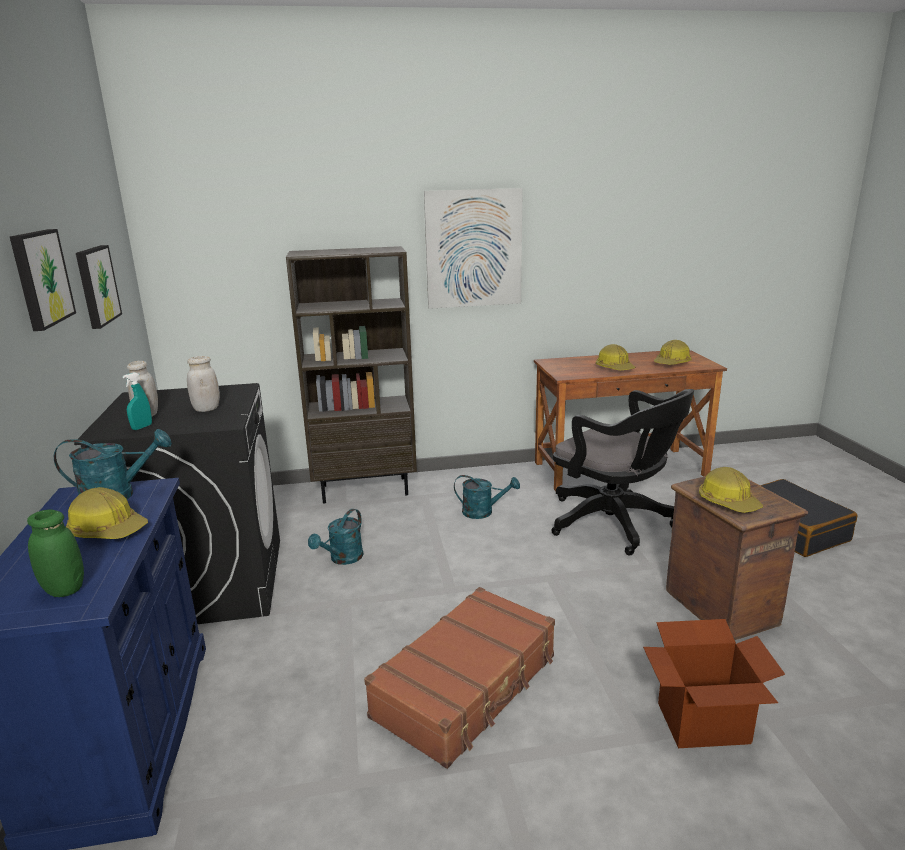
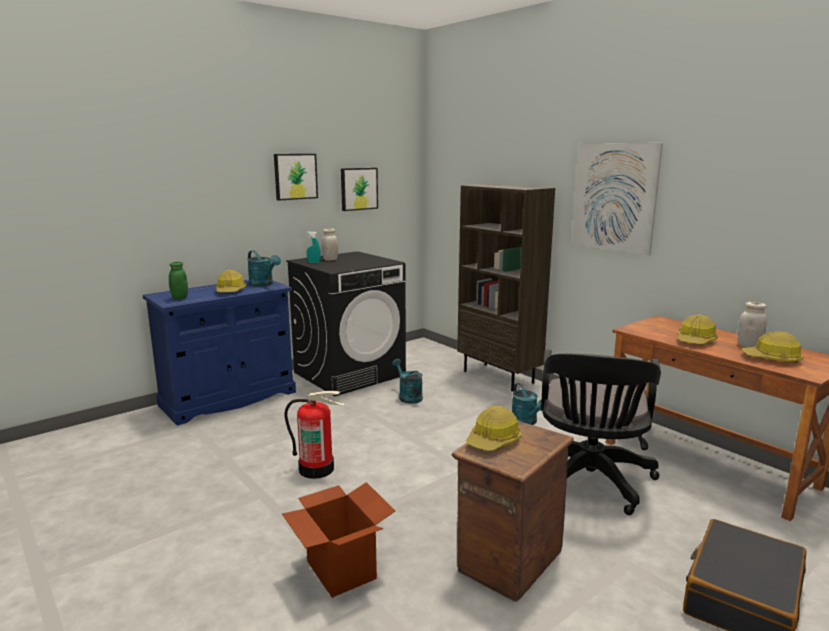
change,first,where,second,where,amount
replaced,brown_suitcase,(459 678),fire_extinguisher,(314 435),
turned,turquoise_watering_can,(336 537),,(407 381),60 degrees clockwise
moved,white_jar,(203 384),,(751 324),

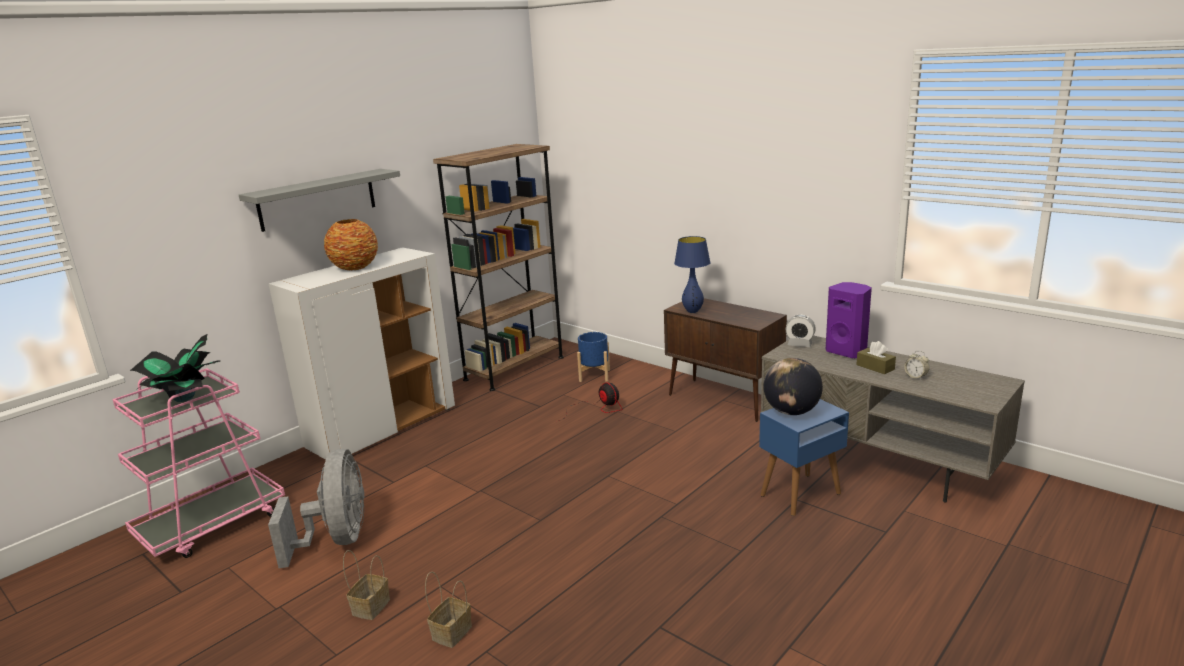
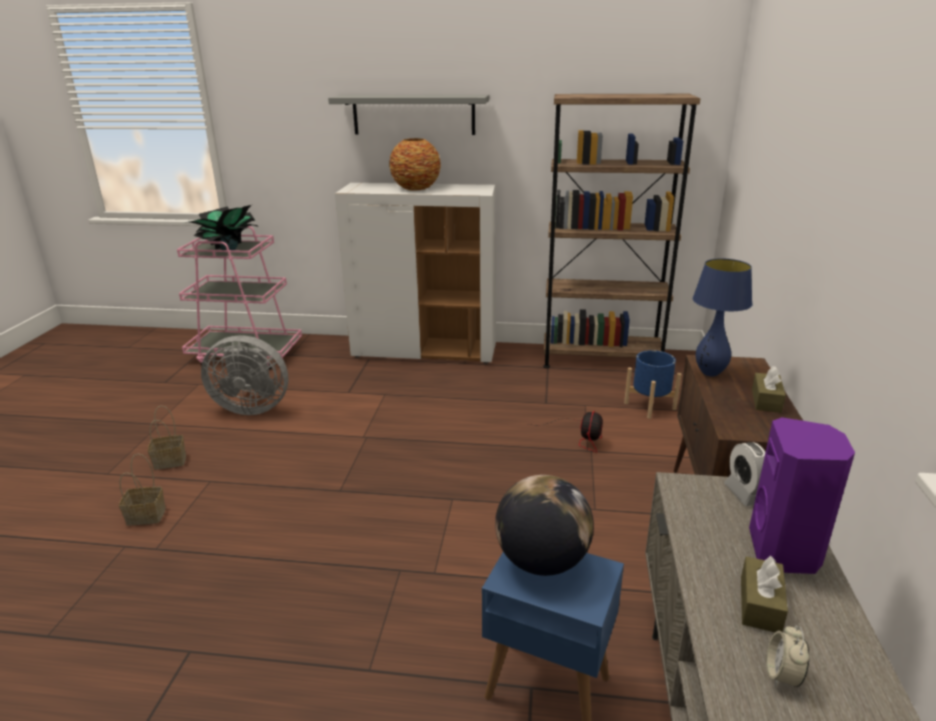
change,first,where,second,where,amount
turned,grey_fan,(316 508),,(245 375),45 degrees clockwise
added,,,brown_tissue_box,(769 389),

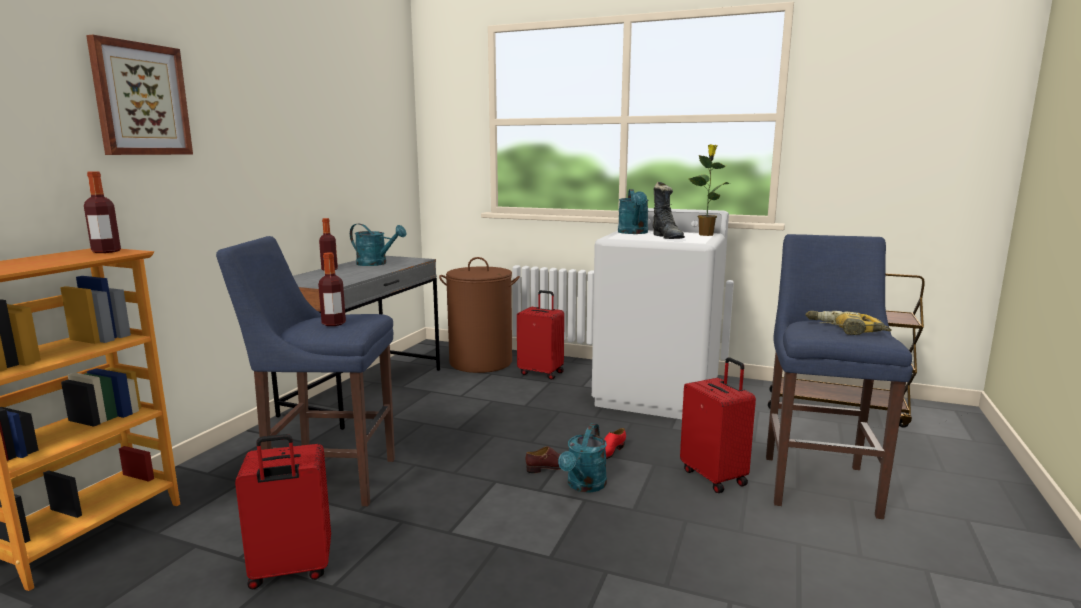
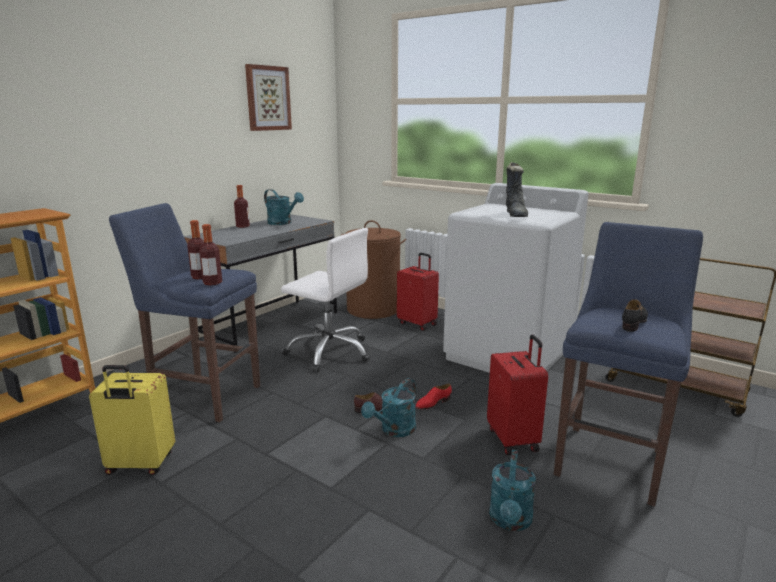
change,first,where,second,where,amount
recoloured,red_suitcase,(283 511),yellow_suitcase,(132 420),
moved,bottle,(102 212),,(210 254),
moved,picture,(139 95),,(268 97),
added,,,white_office_chair,(325 300),
moved,turquoise_watering_can,(633 211),,(512 490),
replaced,power_drill,(848 323),black_shoe,(635 315),
removed,potted_plant,(709 190),,,

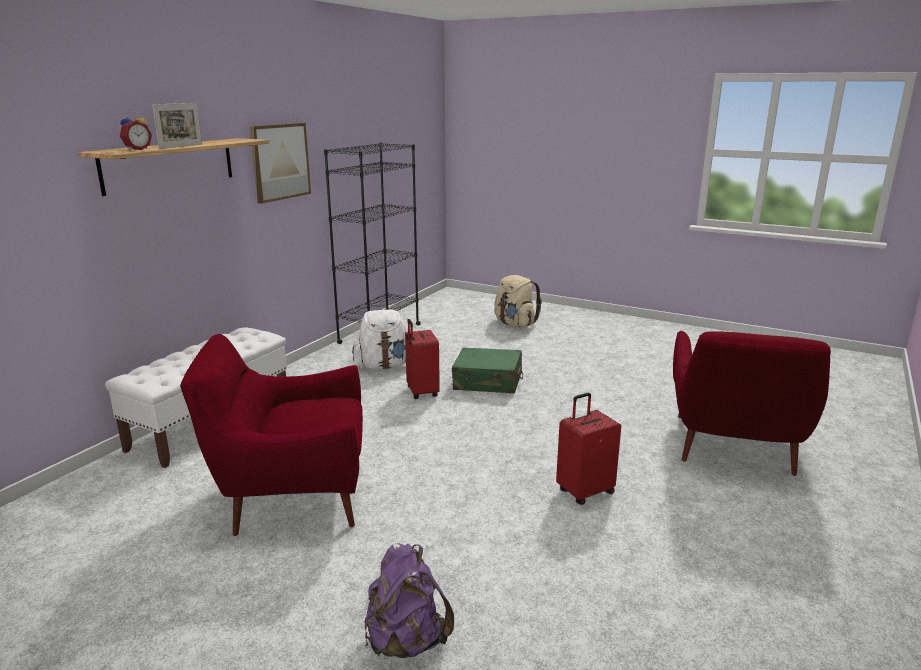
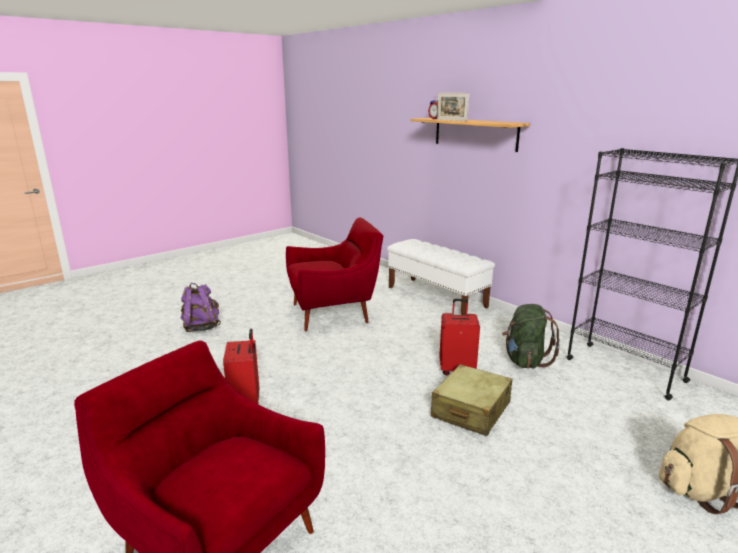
change,first,where,second,where,amount
turned,red_armchair,(271 435),,(335 274),60 degrees clockwise
recoloured,green_suitcase,(487 370),beige_suitcase,(471 400),
recoloured,white_backpack,(379 340),green_backpack,(531 336),
removed,picture,(280 163),,,

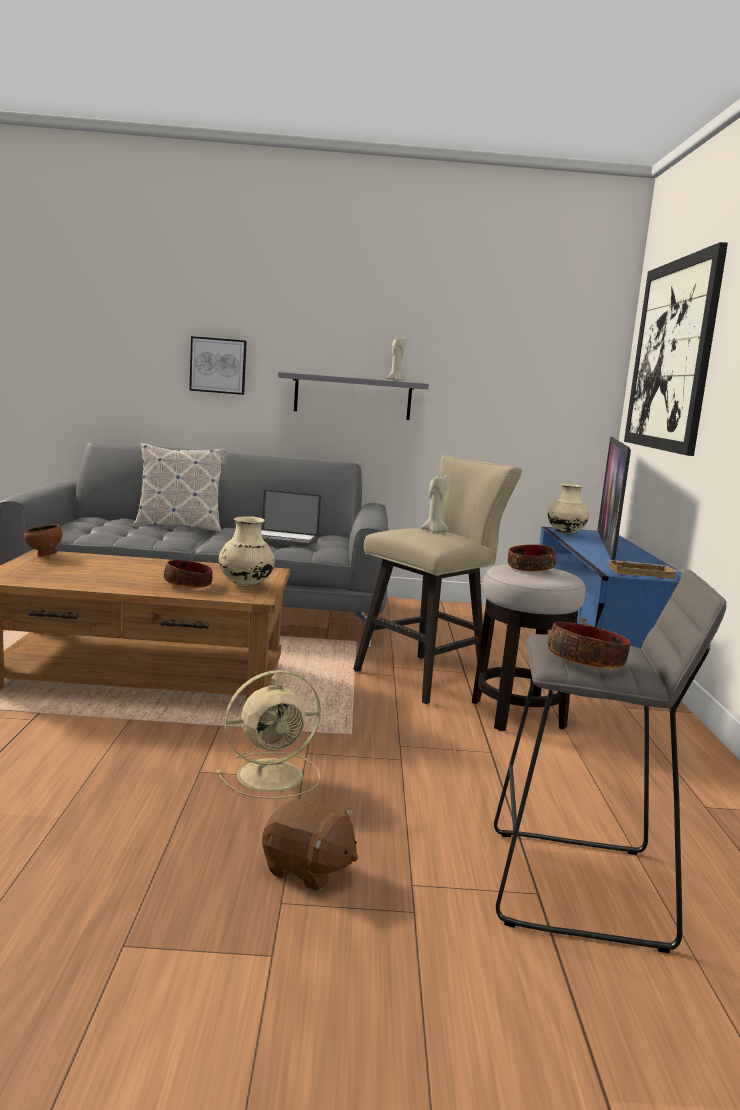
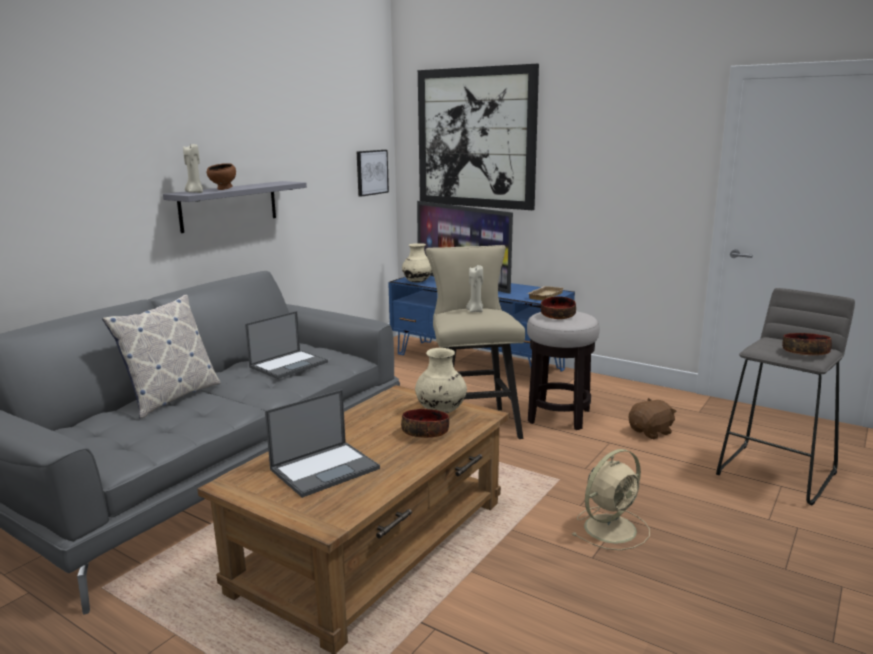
change,first,where,second,where,amount
moved,beige_candle,(396 359),,(193 168),
moved,brown_bowl,(43 540),,(221 176),
added,,,laptop,(322 443),
moved,picture,(218 365),,(373 173),
turned,beige_fan,(268 734),,(611 499),45 degrees clockwise
moved,brown_plush_toy,(310 844),,(653 418),

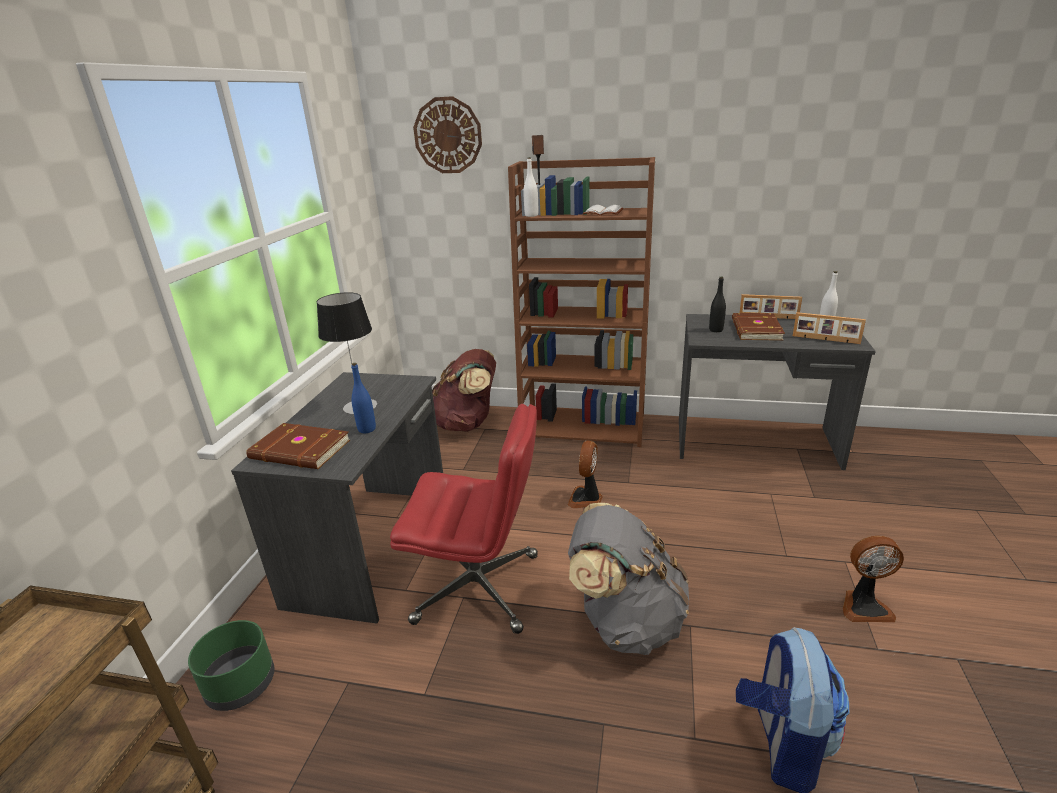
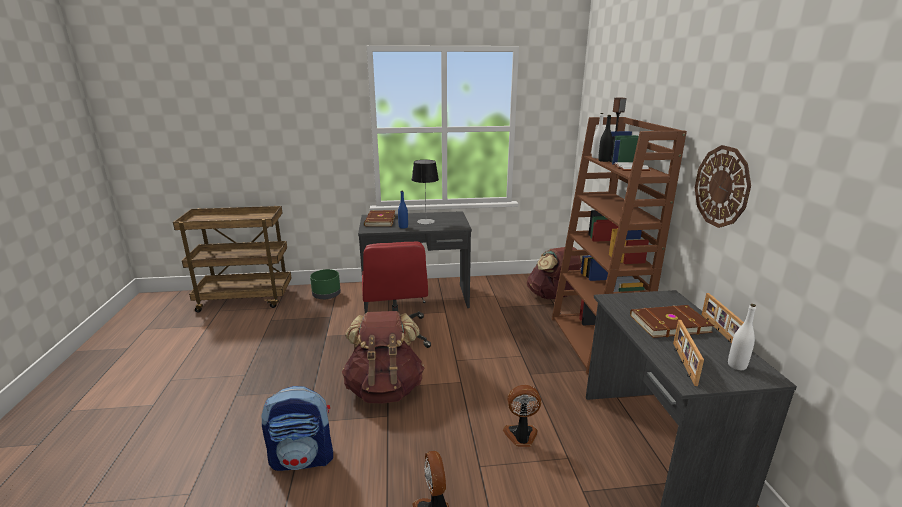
change,first,where,second,where,amount
recoloured,grey_backpack,(628 579),brown_backpack,(383 357),
moved,fan,(585 474),,(522 416),
moved,black_bottle,(717 304),,(605 138),
moved,wall_clock,(447 134),,(723 186),

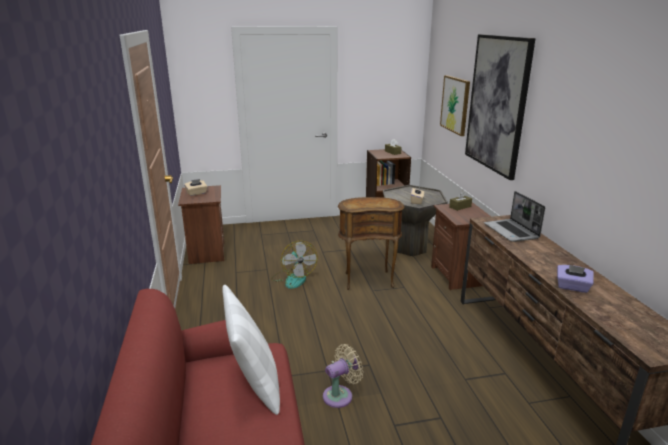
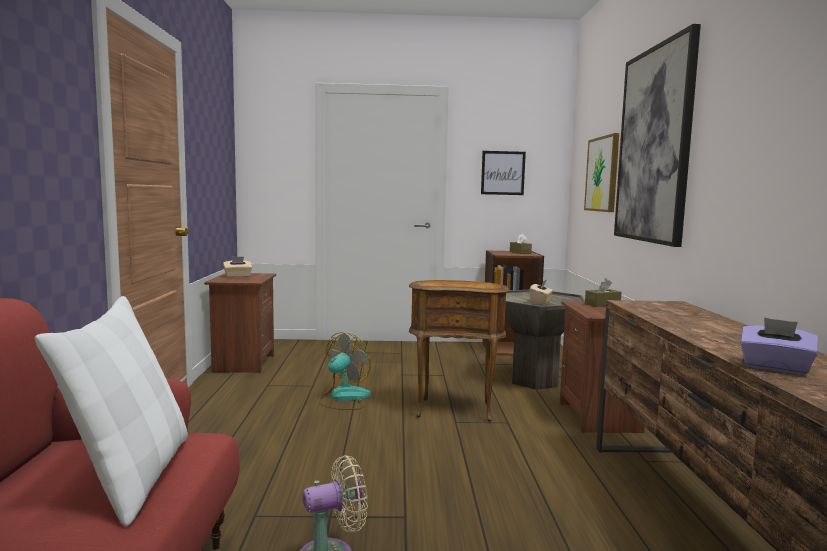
change,first,where,second,where,amount
turned,fan,(294 265),,(344 371),135 degrees counterclockwise
added,,,picture,(503 173),
removed,laptop,(514 216),,,

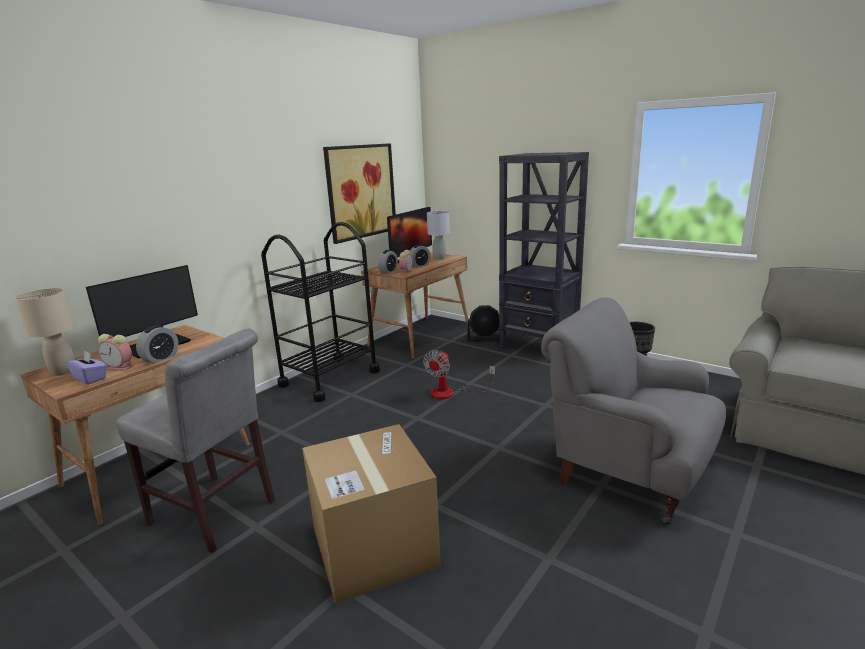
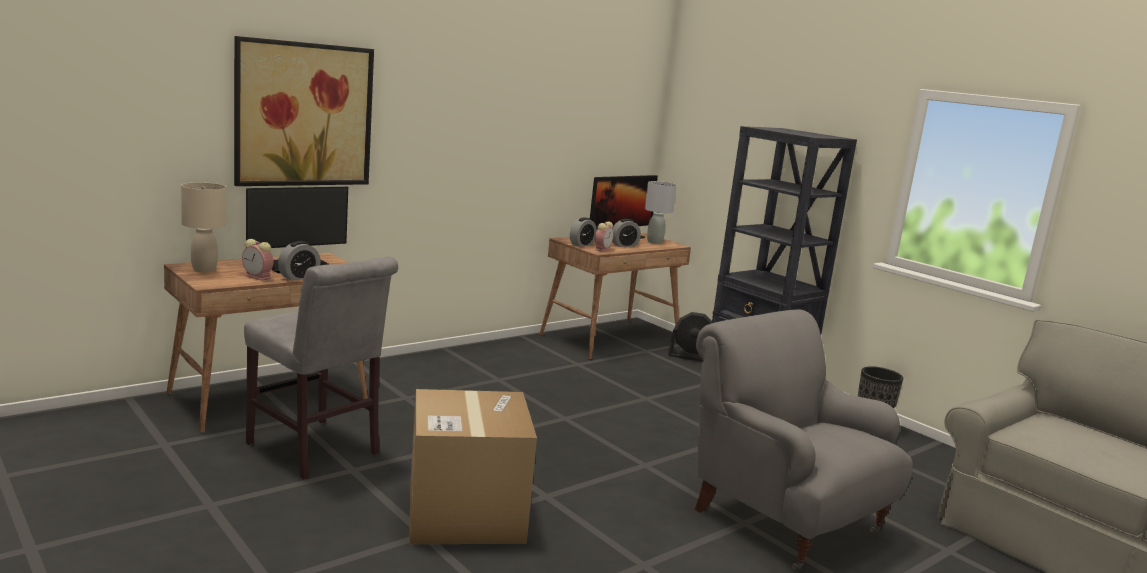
change,first,where,second,where,amount
moved,picture,(359 193),,(304 111),
removed,purple_tissue_box,(86 368),,,
removed,black_cart,(320 312),,,
removed,fan,(459 374),,,

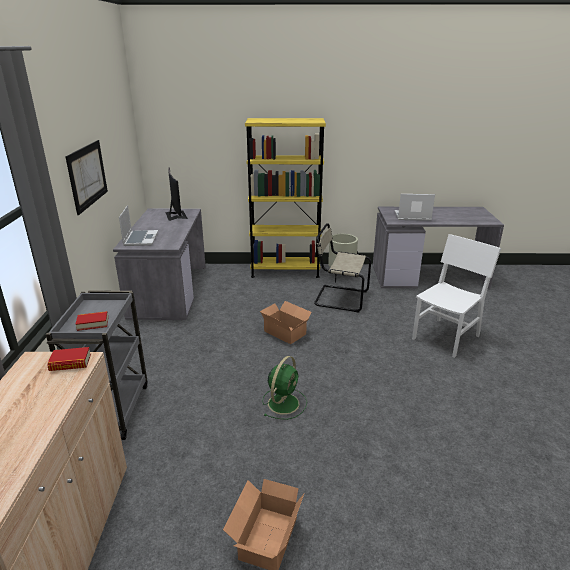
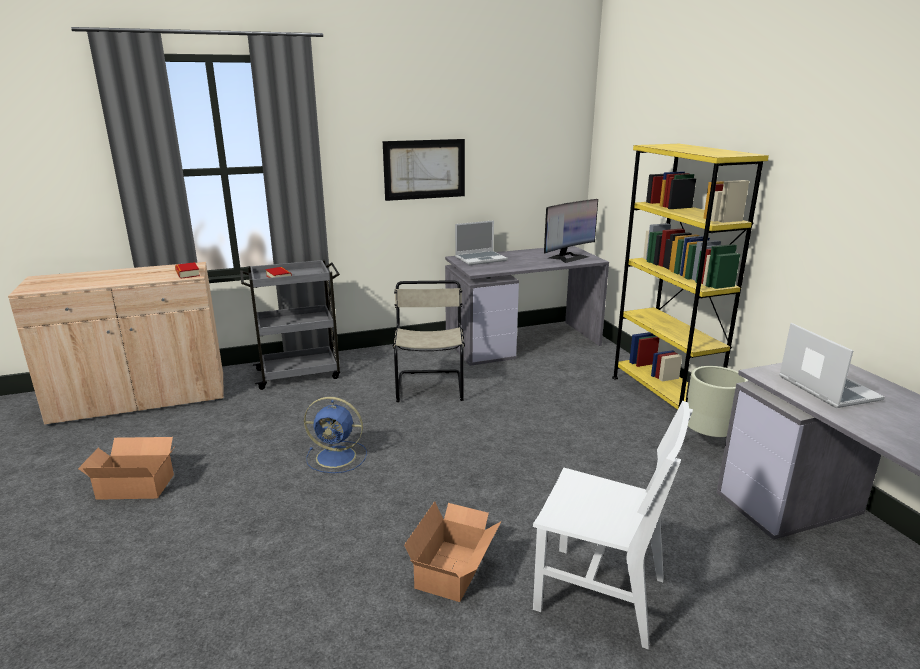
change,first,where,second,where,amount
recoloured,green_fan,(284 388),blue_fan,(335 435),
moved,beige_chair,(342 267),,(429 341),
moved,cardboard_box,(286 322),,(452 551),

